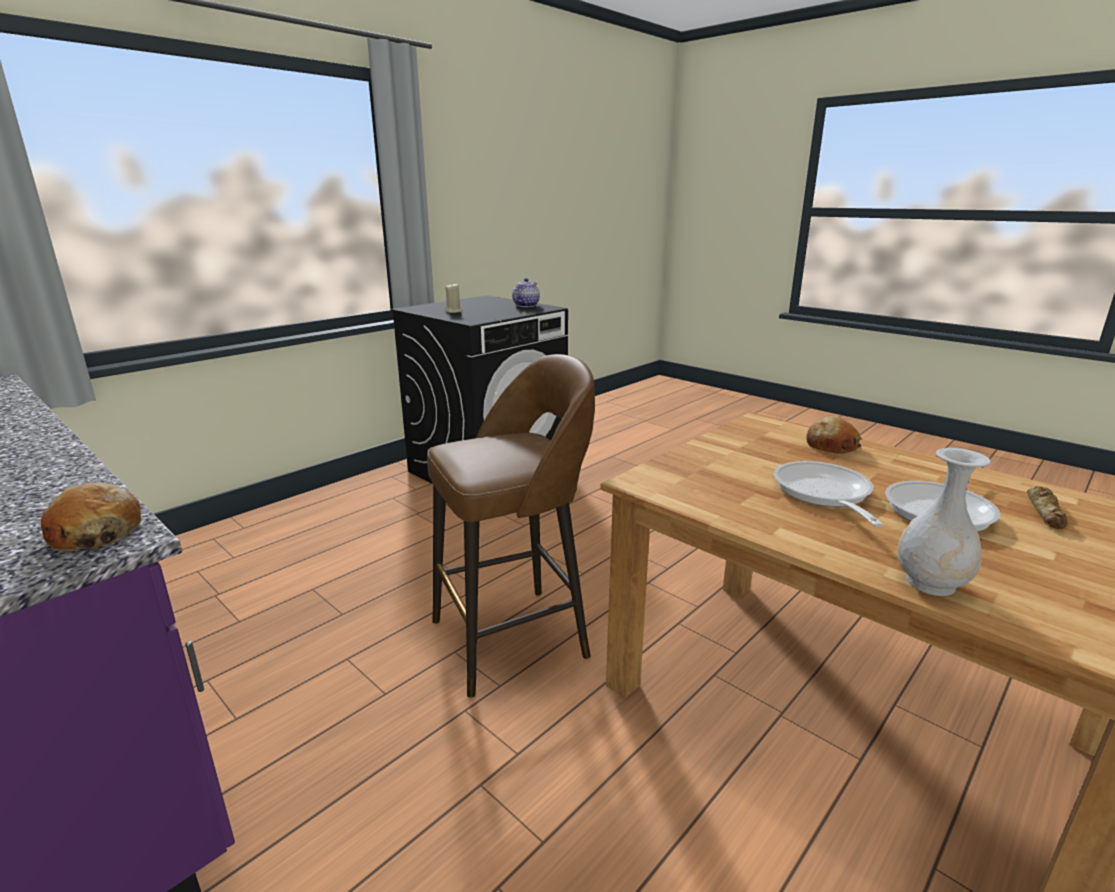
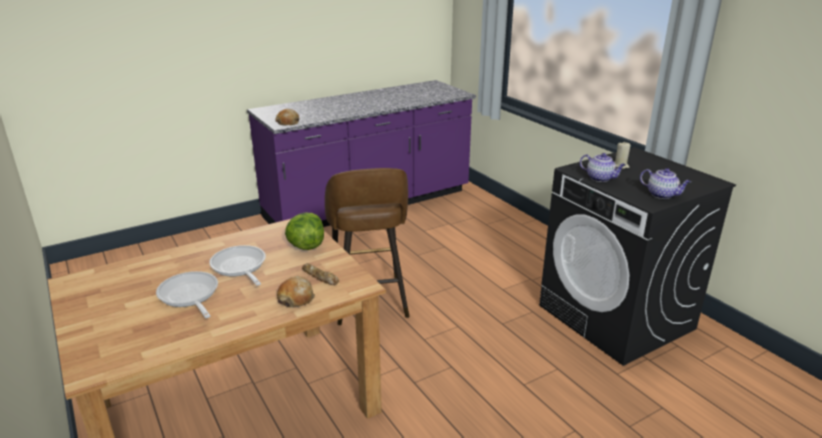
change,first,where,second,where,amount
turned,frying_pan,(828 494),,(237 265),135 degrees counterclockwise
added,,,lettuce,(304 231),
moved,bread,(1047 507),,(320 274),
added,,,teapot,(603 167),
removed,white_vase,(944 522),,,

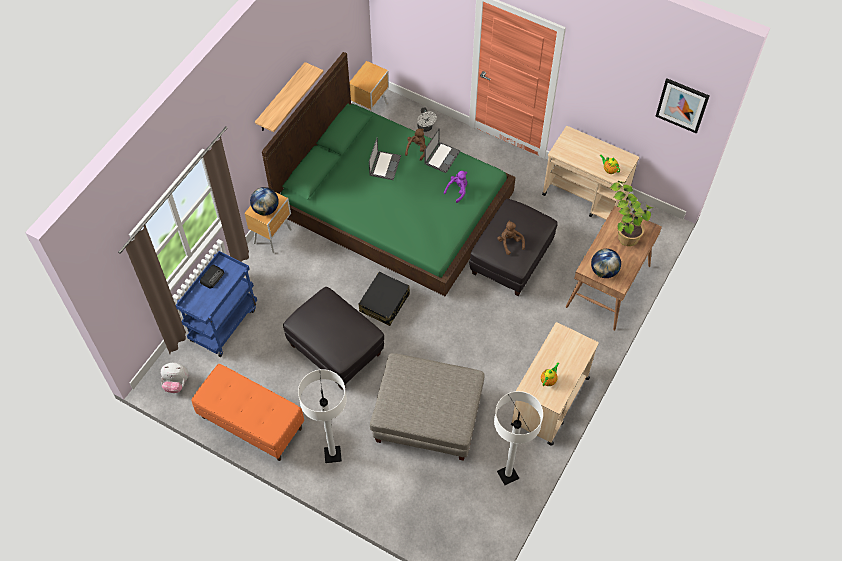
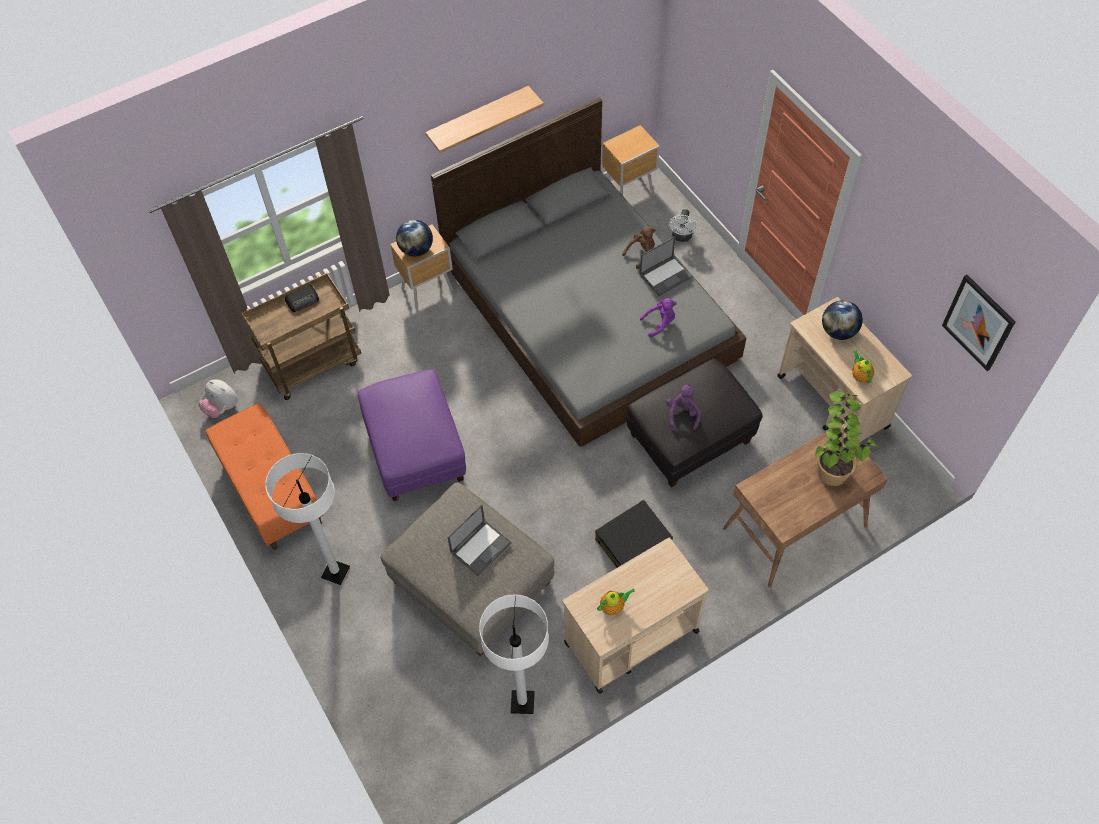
change,first,where,second,where,amount
recoloured,blue_cart,(216 304),brown_cart,(301 336),
recoloured,black_ottoman,(333 338),purple_ottoman,(412 435),
recoloured,green_bed,(389 174),grey_bed,(589 272),
moved,laptop,(385 158),,(479 540),
moved,black_suitcase,(384 299),,(634 534),
recoloured,brown_plush_toy,(511 238),purple_plush_toy,(683 407),
moved,globe,(606 263),,(842 320),

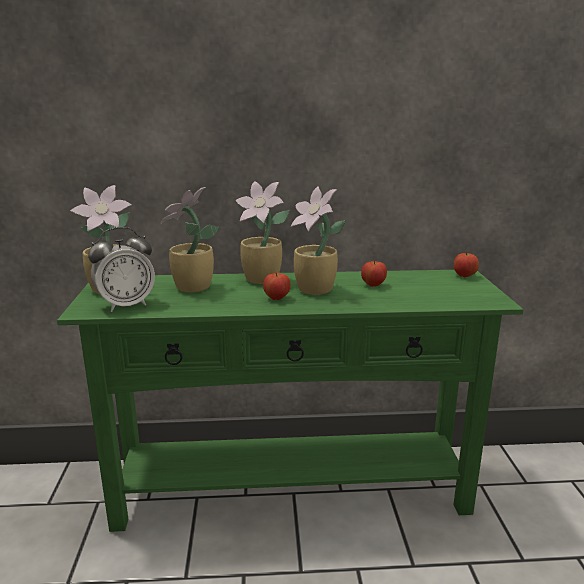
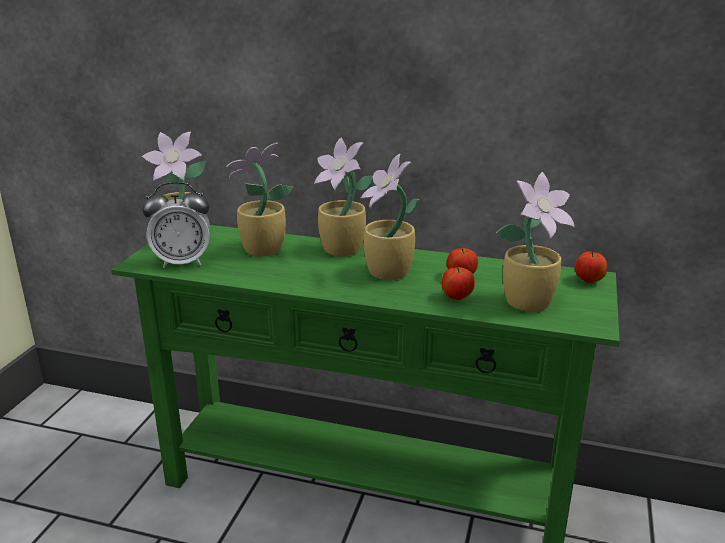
change,first,where,second,where,amount
moved,apple,(277 286),,(458 283),
added,,,potted_plant,(535 242),

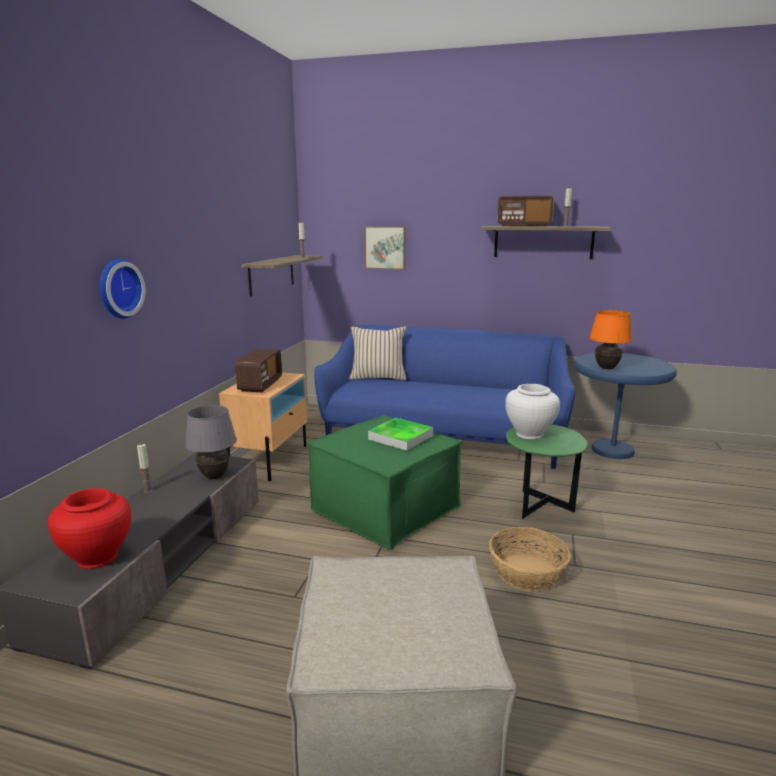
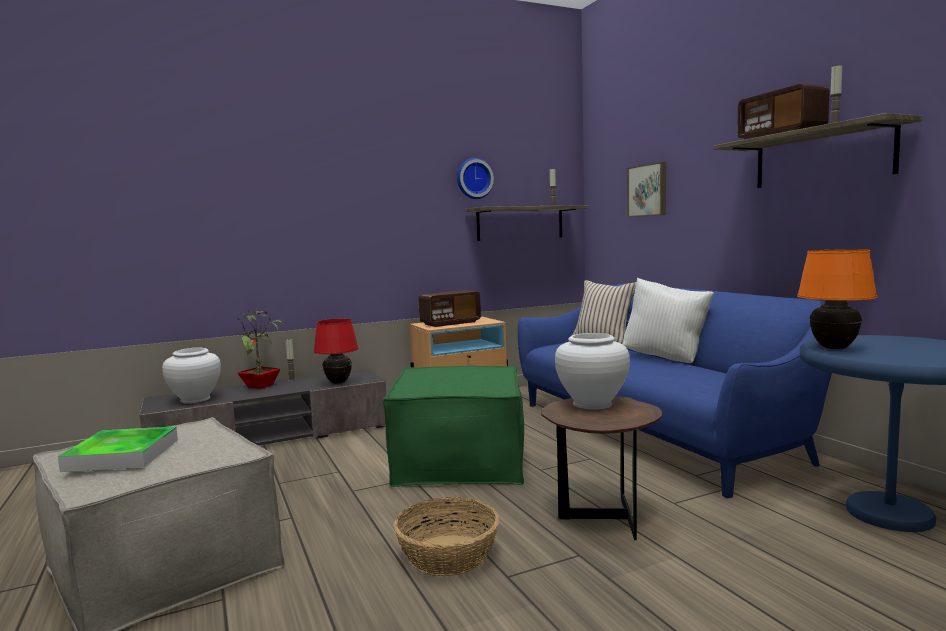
change,first,where,second,where,amount
moved,tray,(400 434),,(118 449),
recoloured,red_vase,(89 528),white_vase,(191 376),
added,,,potted_plant,(261 349),
recoloured,grey_table_lamp,(211 442),red_table_lamp,(336 351),
moved,wall_clock,(122 289),,(475 178),
recoloured,green_side_table,(546 472),brown_side_table,(601 468),
added,,,white_pillow,(668 320),

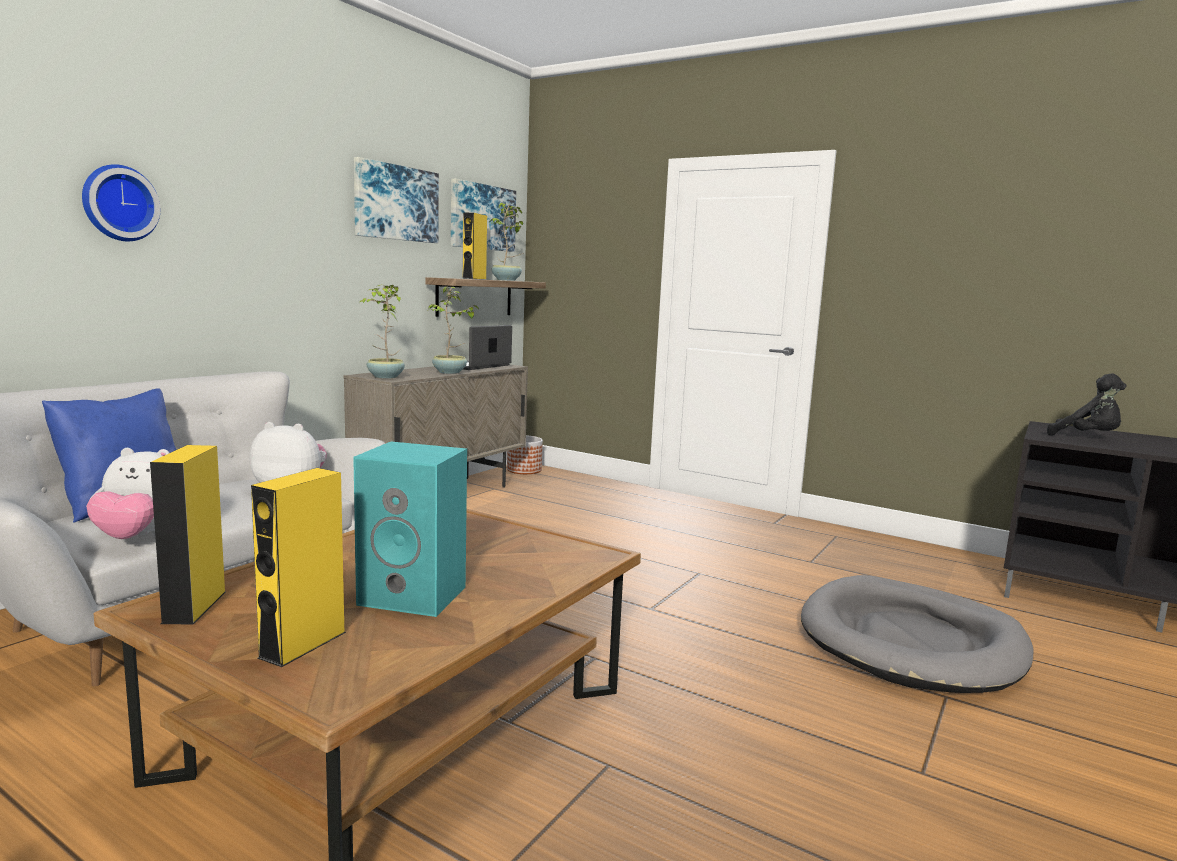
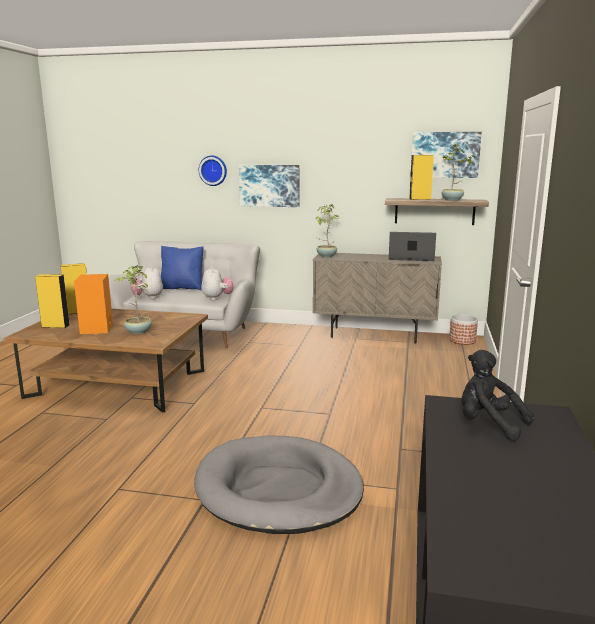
change,first,where,second,where,amount
recoloured,turquoise_speaker,(410 529),orange_speaker,(93 304),
moved,potted_plant,(453 330),,(133 299),
moved,picture,(396 200),,(269 186),
turned,black_plush_toy,(1087 404),,(498 395),105 degrees clockwise

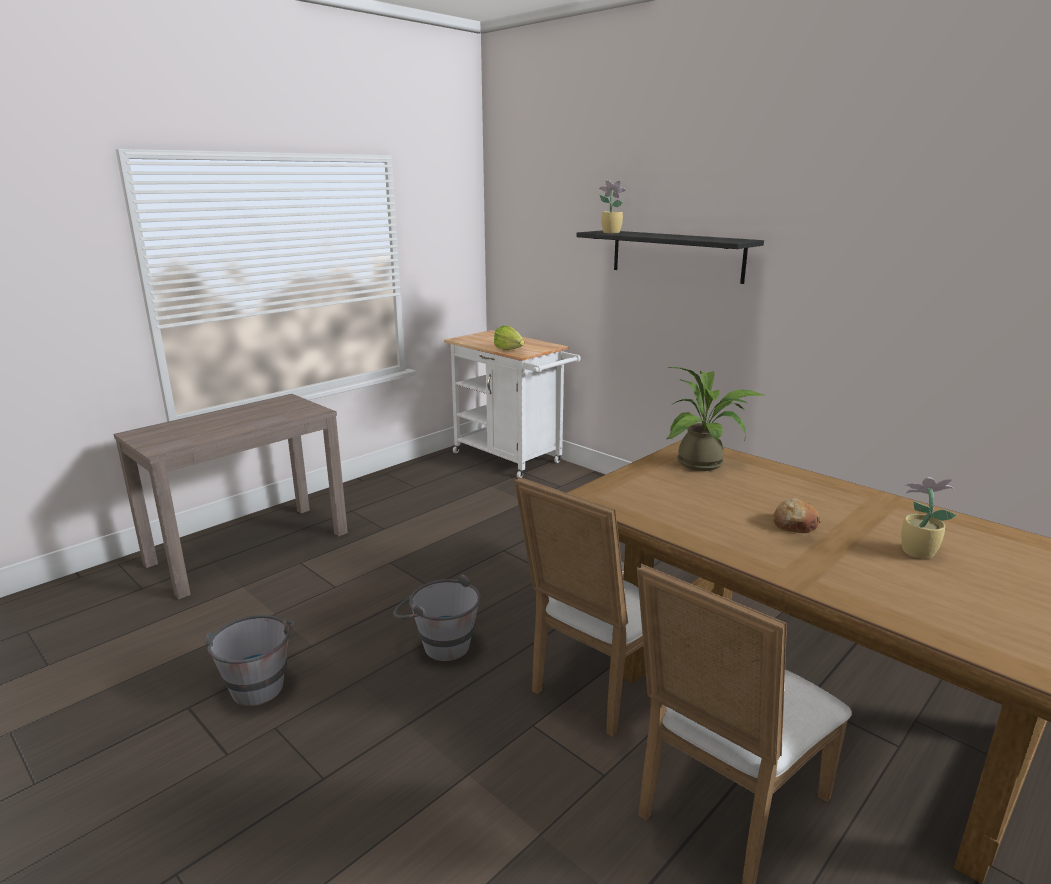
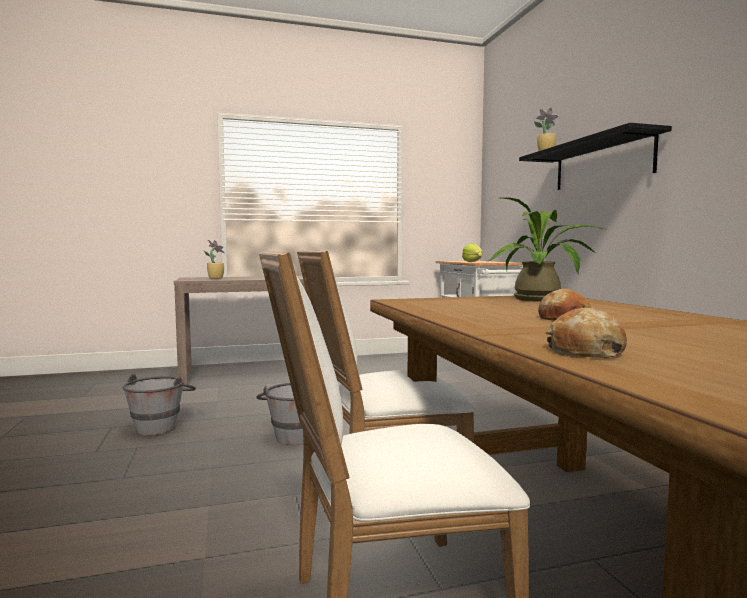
change,first,where,second,where,amount
moved,potted_plant,(929 518),,(214 259),
added,,,bread,(586 333),

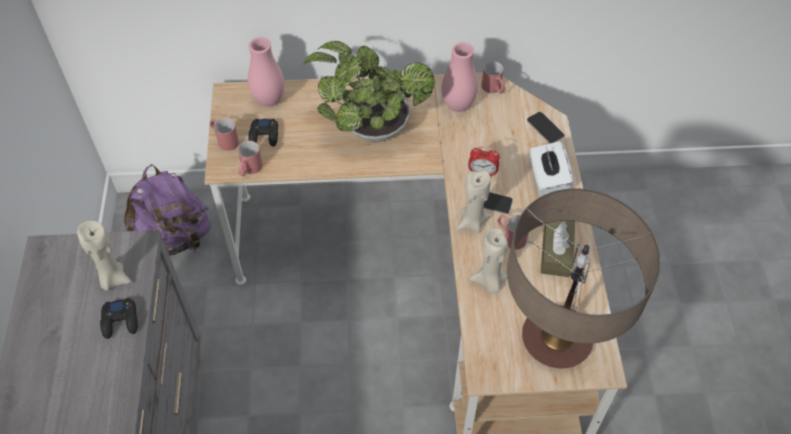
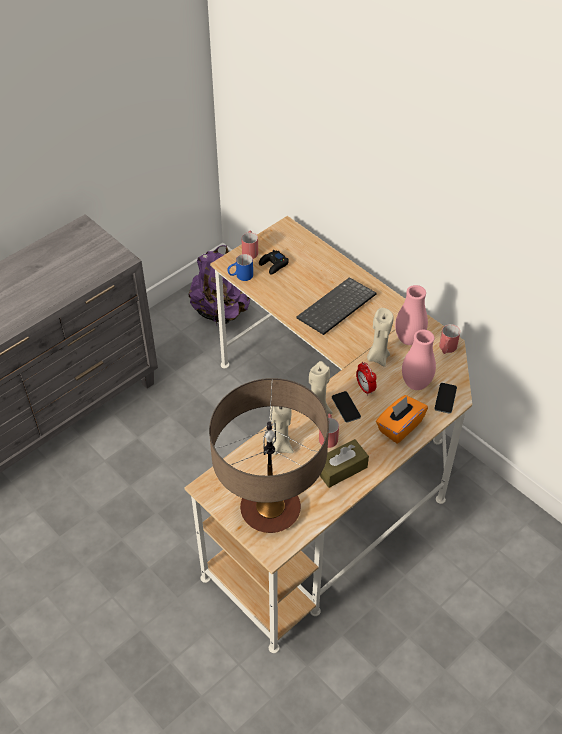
change,first,where,second,where,amount
recoloured,red_mug,(250 158),blue_mug,(240 267),
replaced,potted_plant,(369 91),keyboard,(336 306),
moved,beige_candle,(104 256),,(380 337),
recoloured,white_tissue_box,(551 168),orange_tissue_box,(402 419),
moved,pink_vase,(266 72),,(419 360),
removed,black_game_controller,(119 318),,,

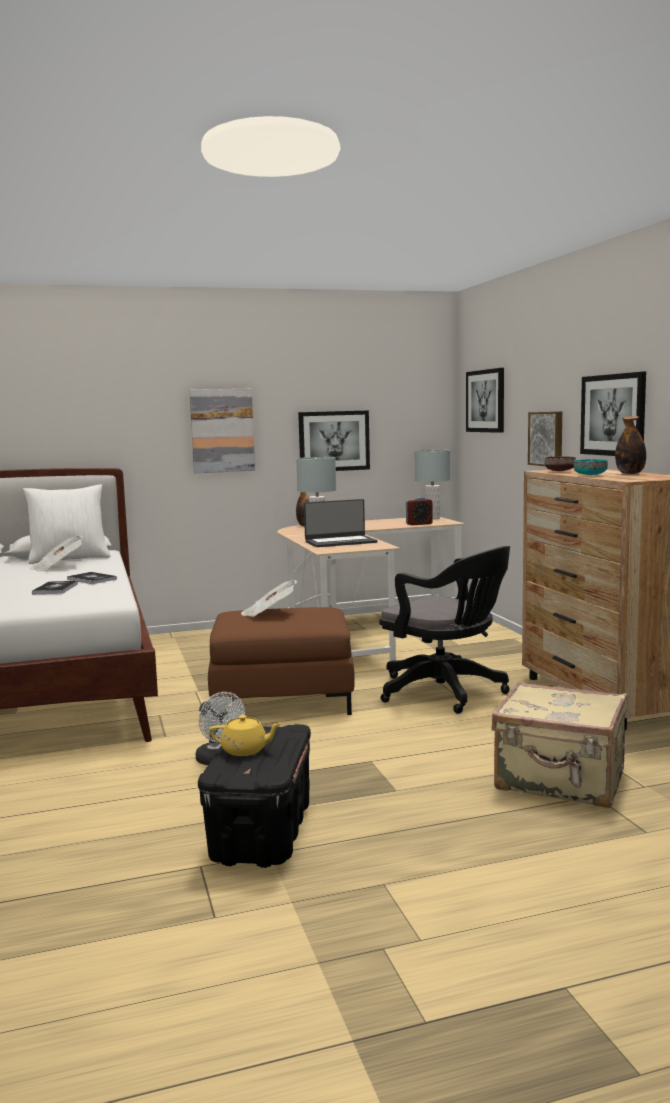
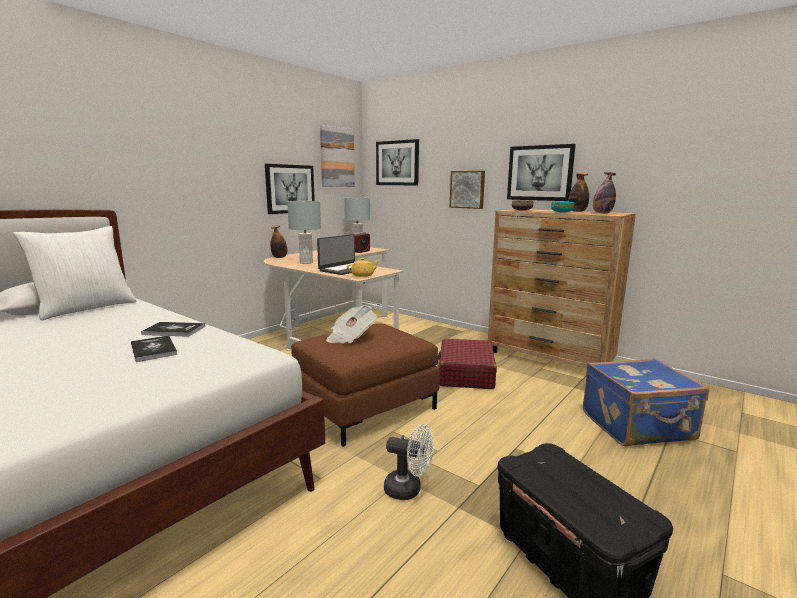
change,first,where,second,where,amount
moved,picture,(222 431),,(337 156),
moved,yellow_teapot,(245 735),,(363 267),
replaced,black_office_chair,(444 630),red_suitcase,(467 364),
recoloured,beige_suitcase,(559 745),blue_suitcase,(646 402),
added,,,bottle,(604 193),
removed,newspaper,(56 552),,,

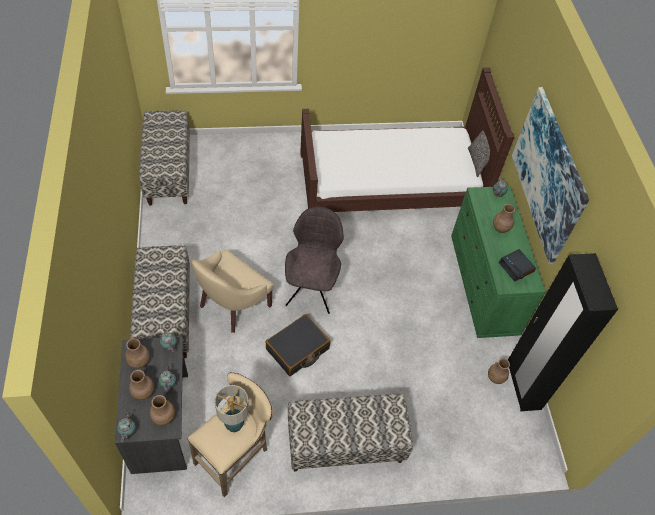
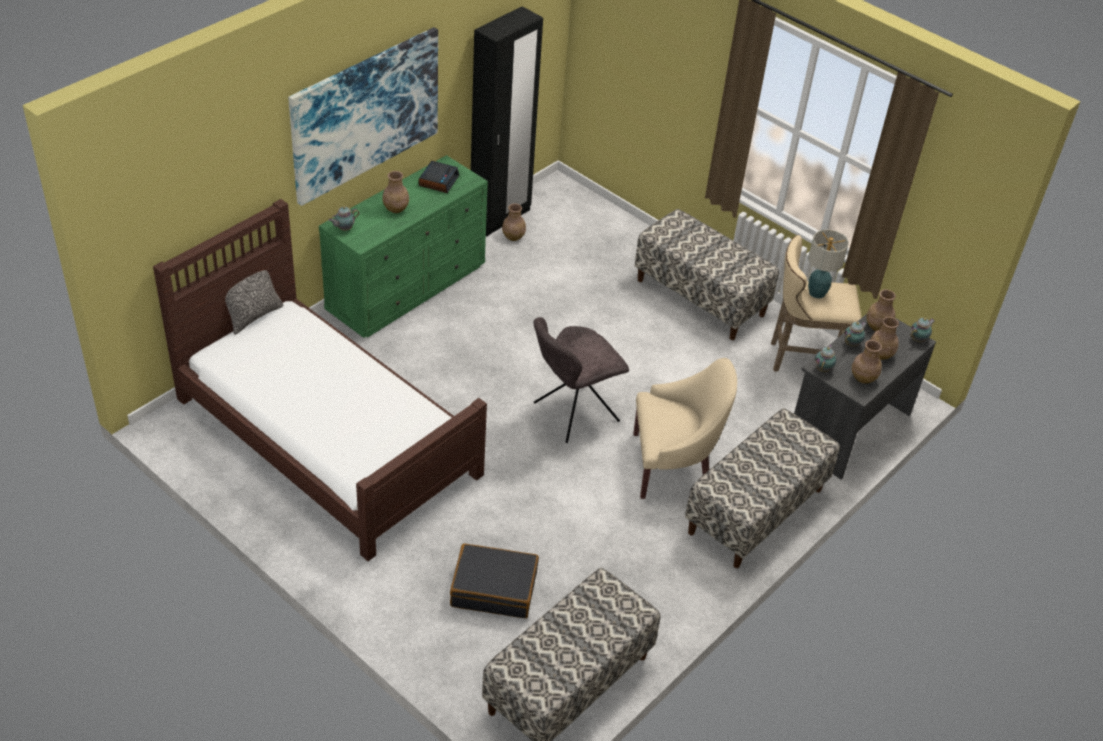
change,first,where,second,where,amount
moved,black_suitcase,(297 345),,(494 581),

